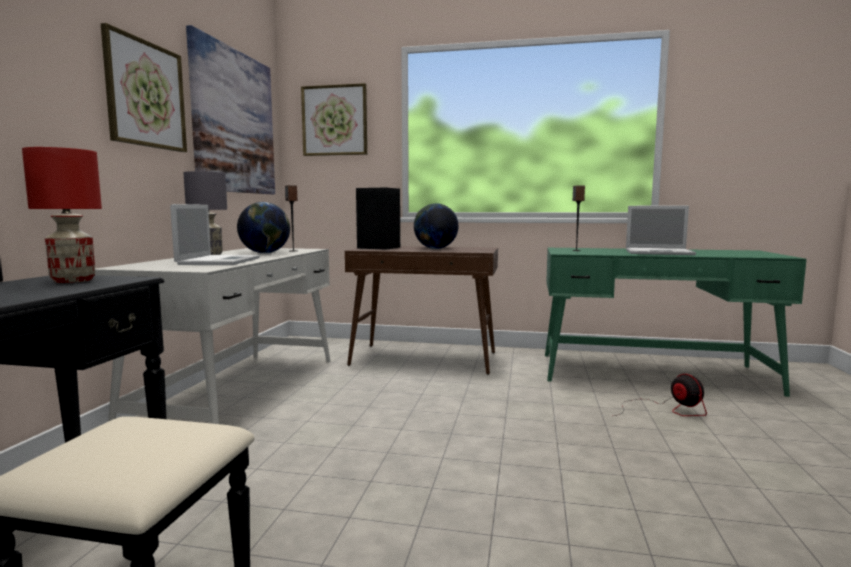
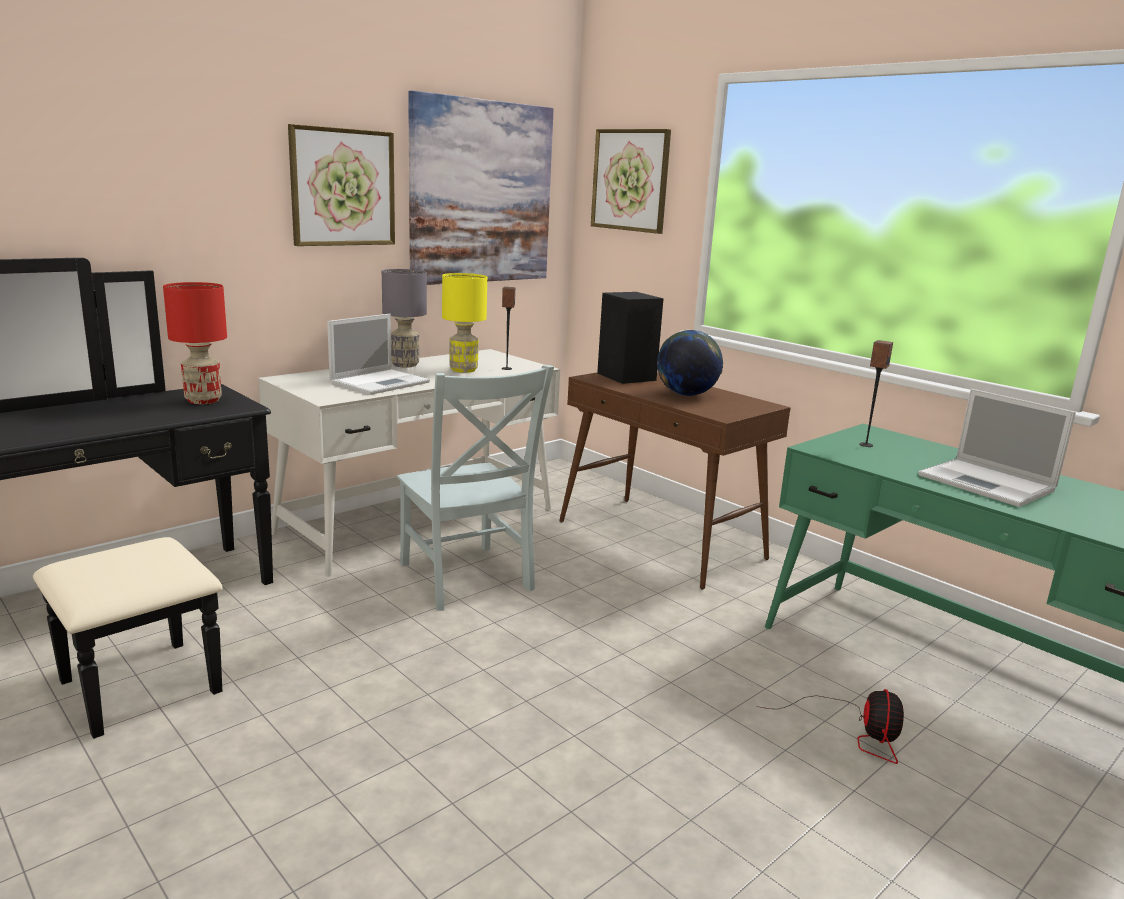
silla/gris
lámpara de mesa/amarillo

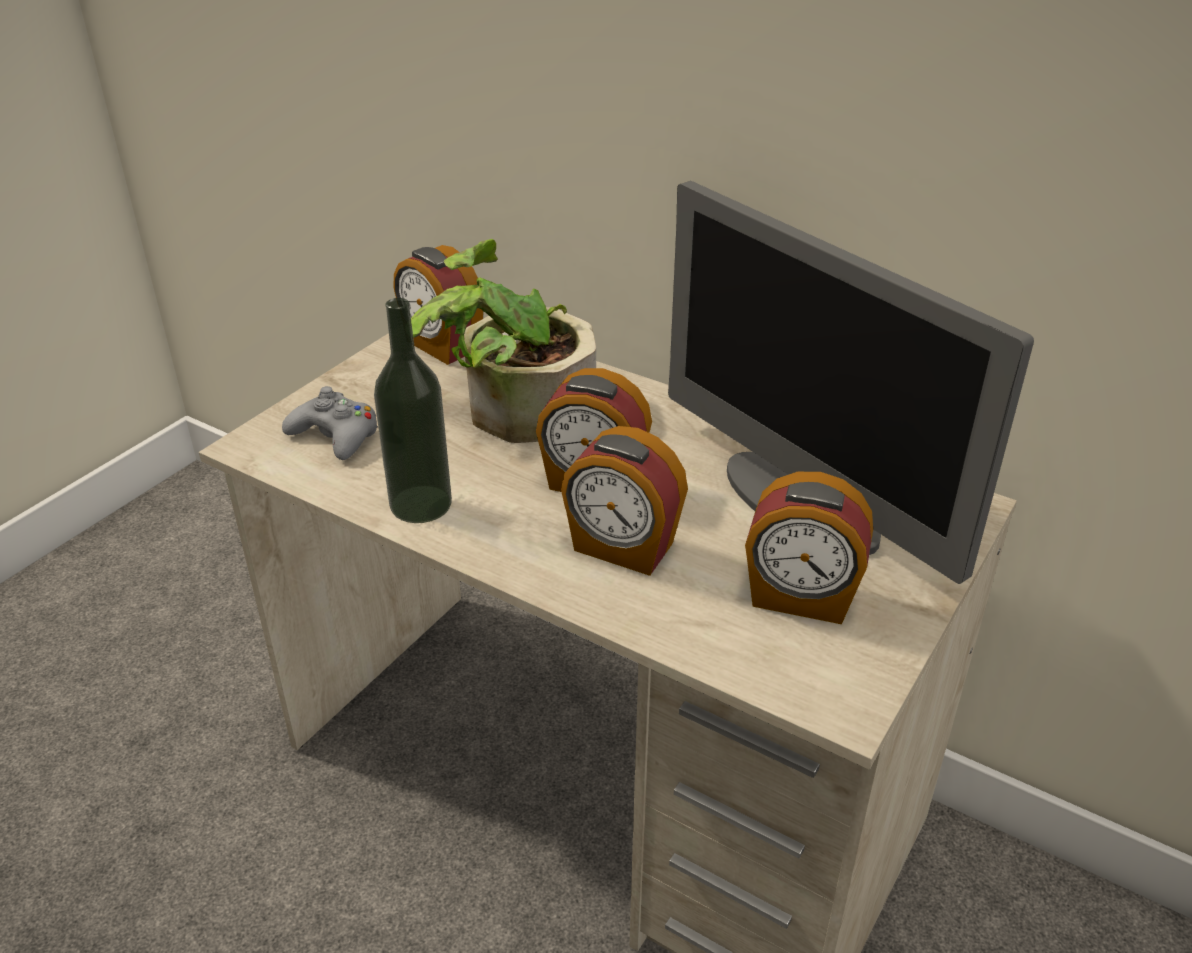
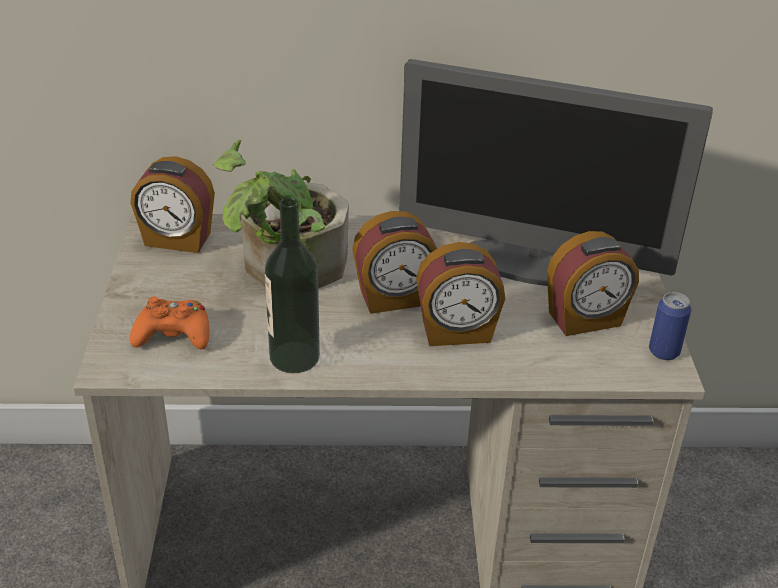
mando de consola/naranja
lata

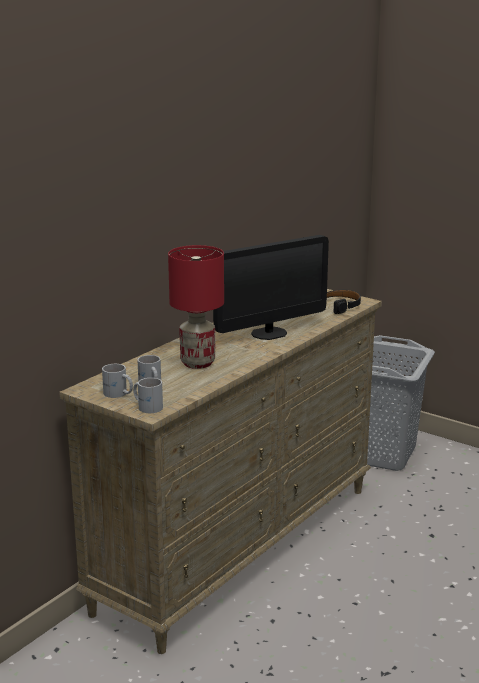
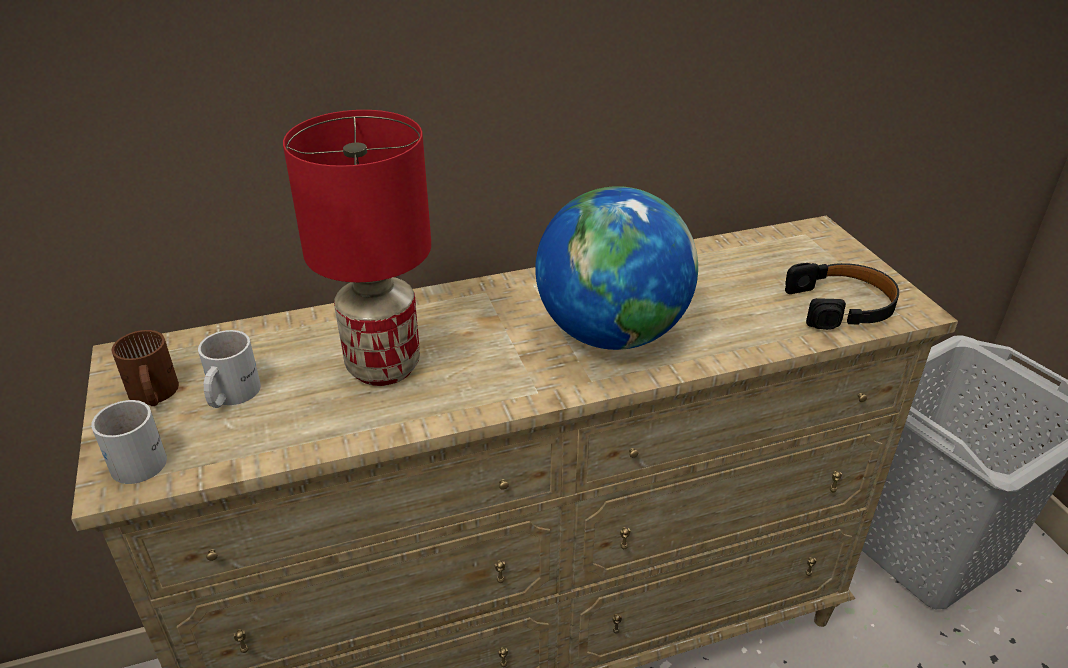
taza grande/marrón
globo terráqueo

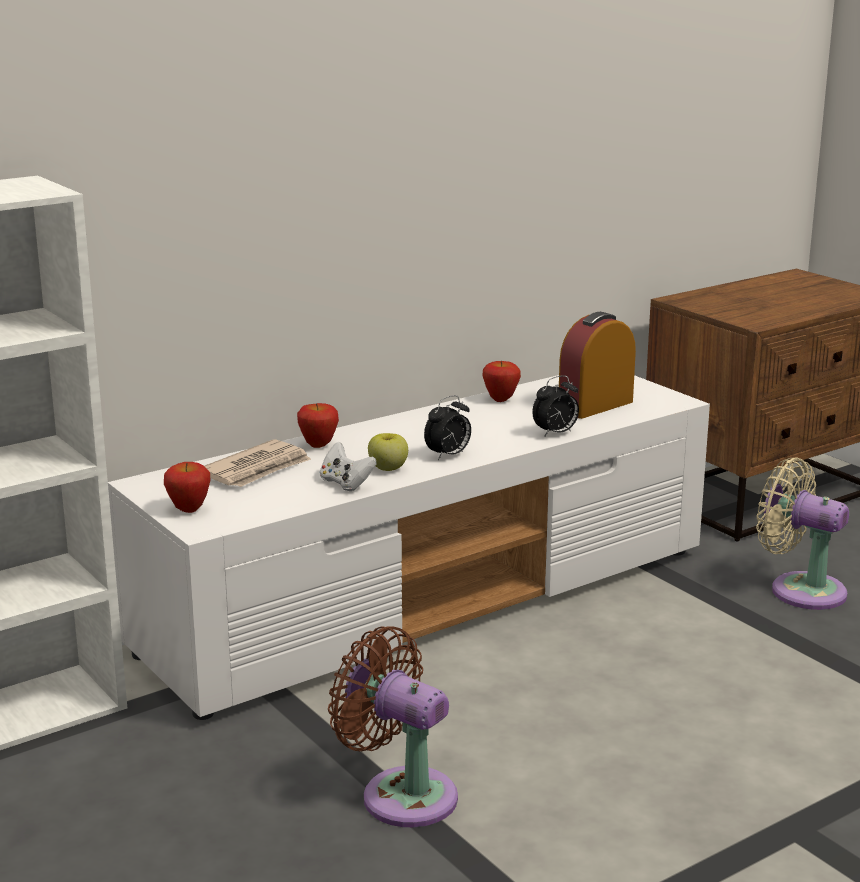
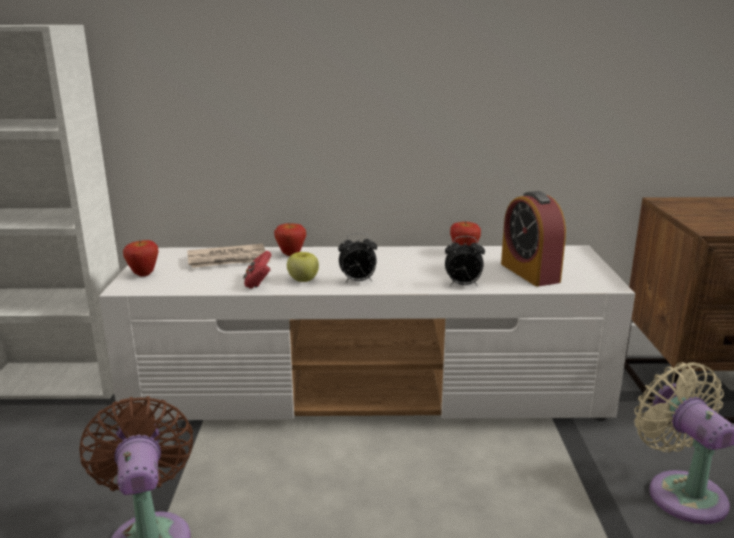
mando de consola/rojo
despertador (3rd from left)

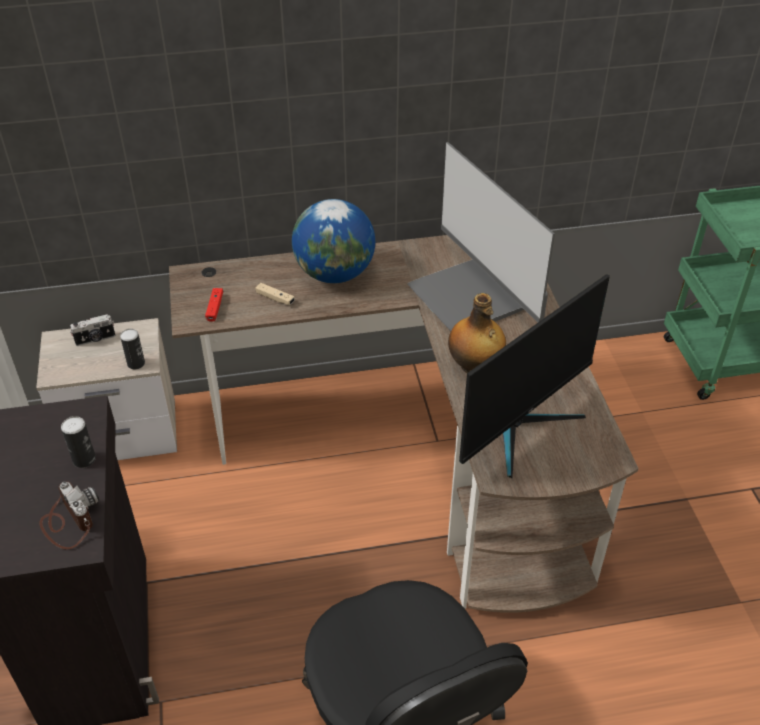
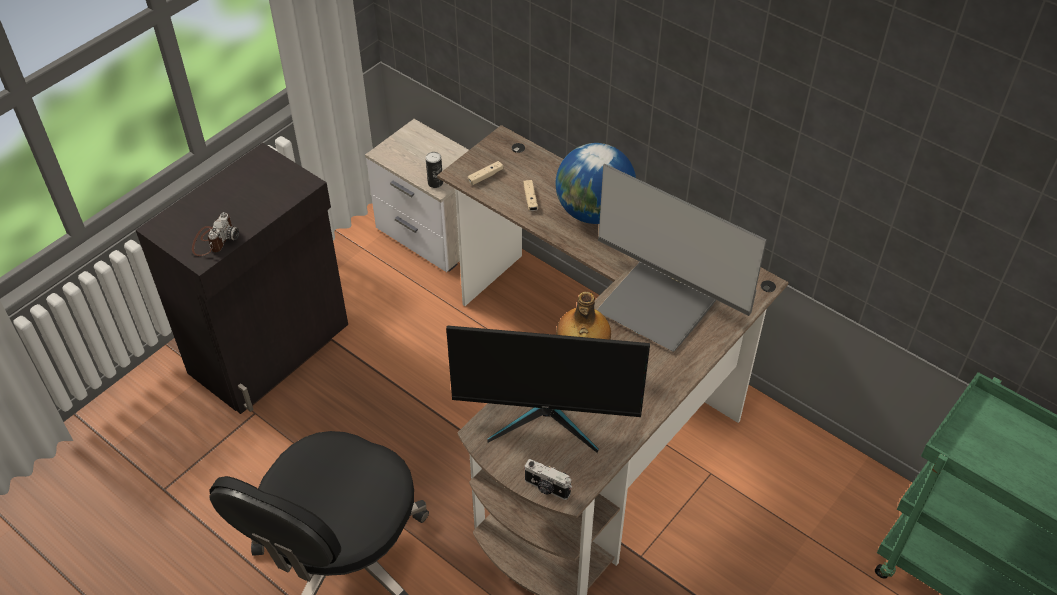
mando de consola/beis (1st from left)
cámara (2nd from left)
monitor (2nd from left)
lata (1st from left in the first image)

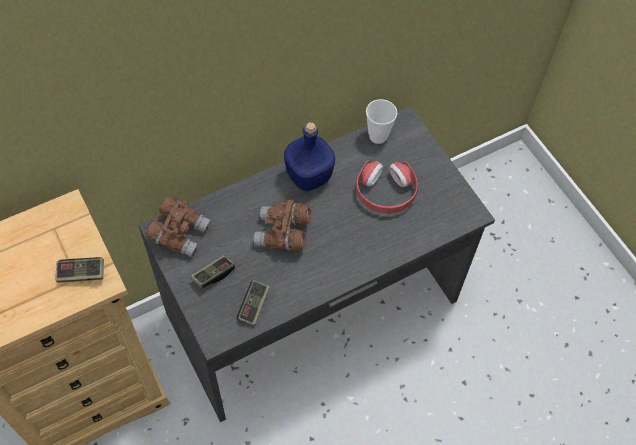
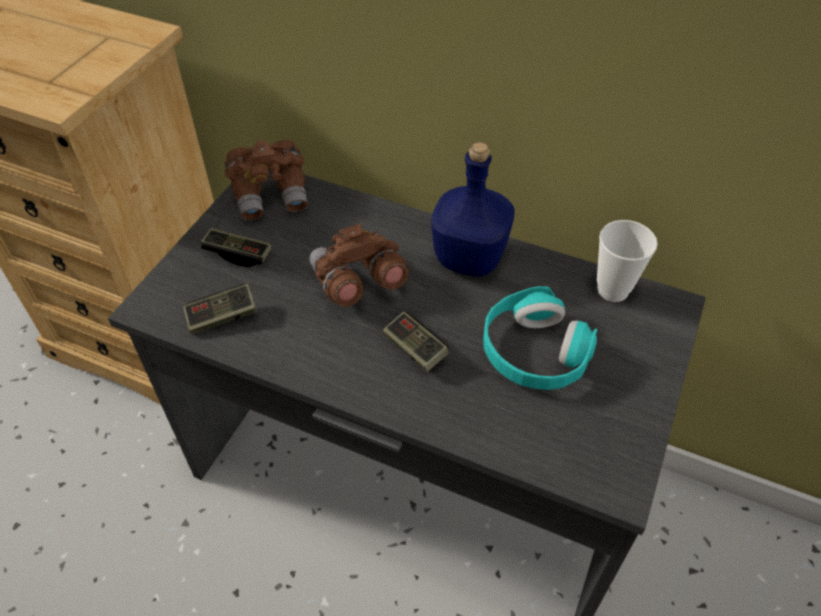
mando de consola (3rd from left)
auriculares/turquesa

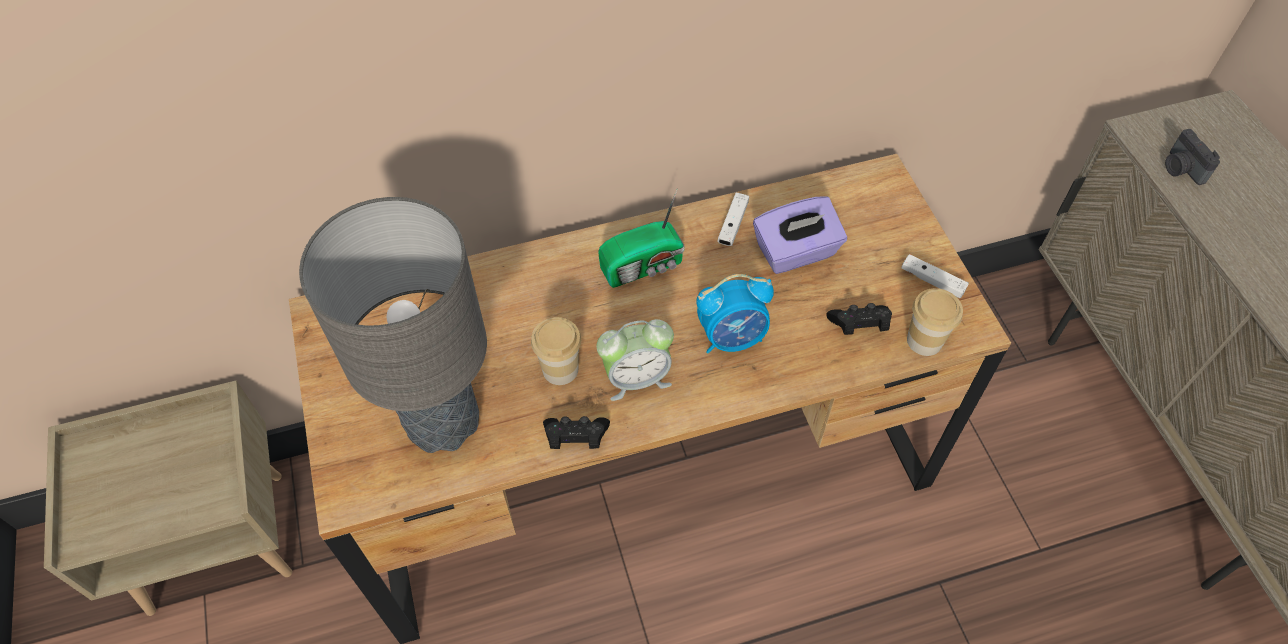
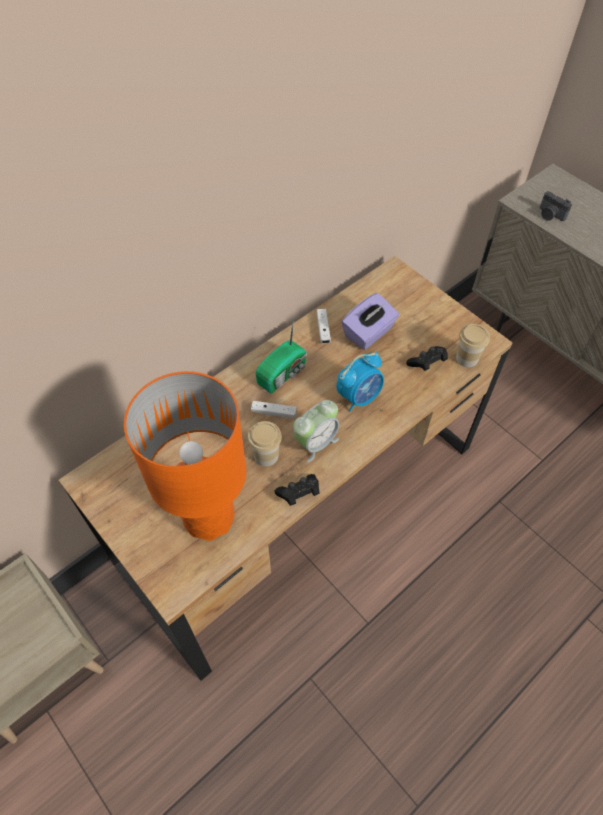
lámpara de mesa/naranja
mando de consola/blanco (1st from left)

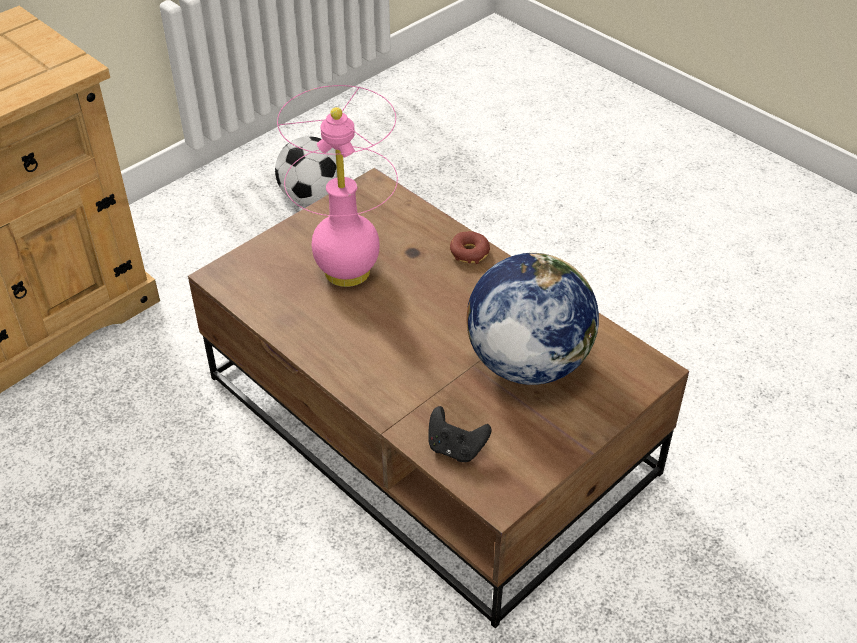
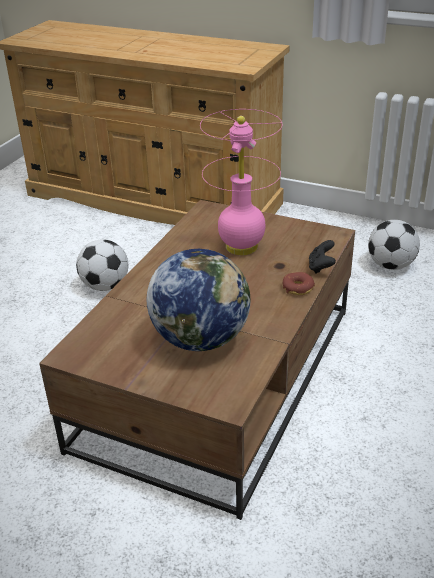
balón de fútbol (1st from left)
mando de consola/negro

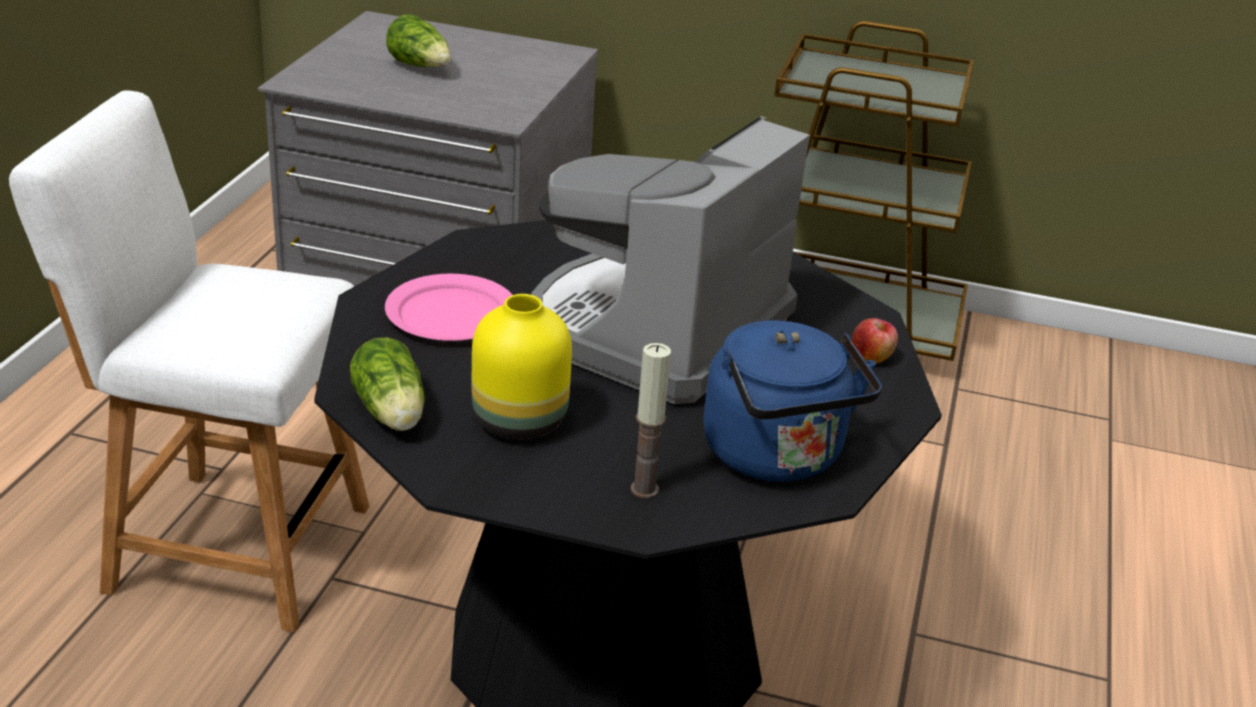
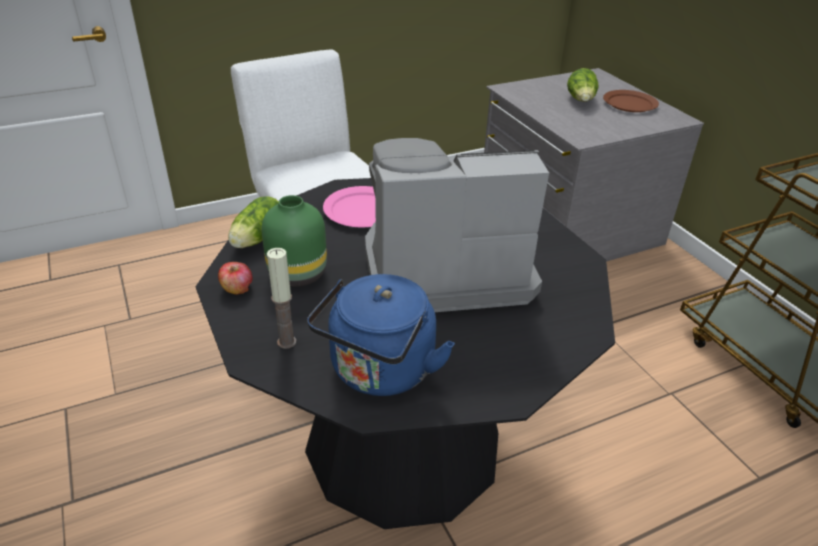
manzana
florero/verde
plato/marrón

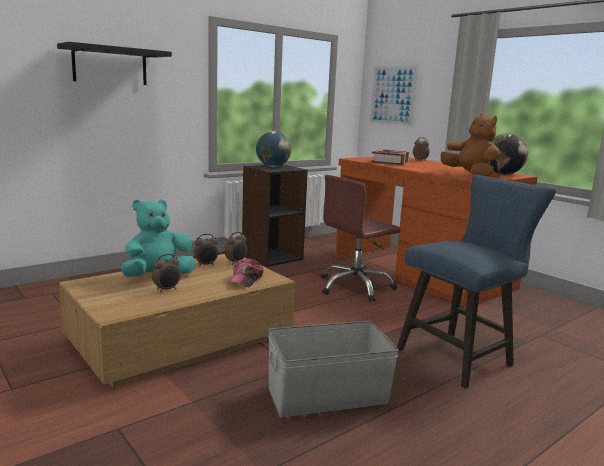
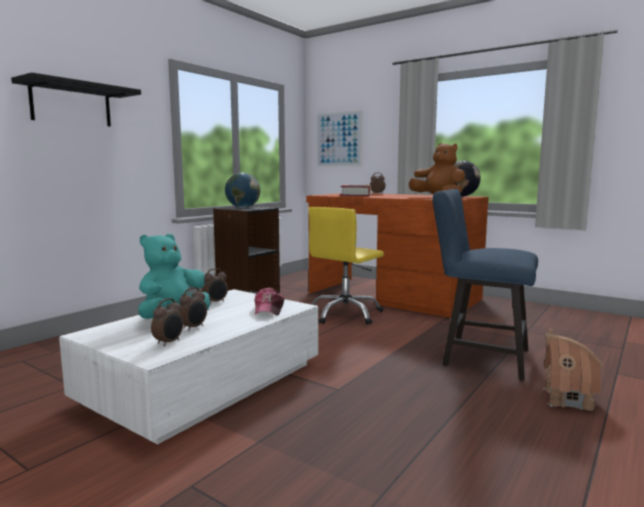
mesa de centro/blanco
despertador (1st from left)
silla de oficina/amarillo
silla/azul
casita
caja de almacenaje/gris

